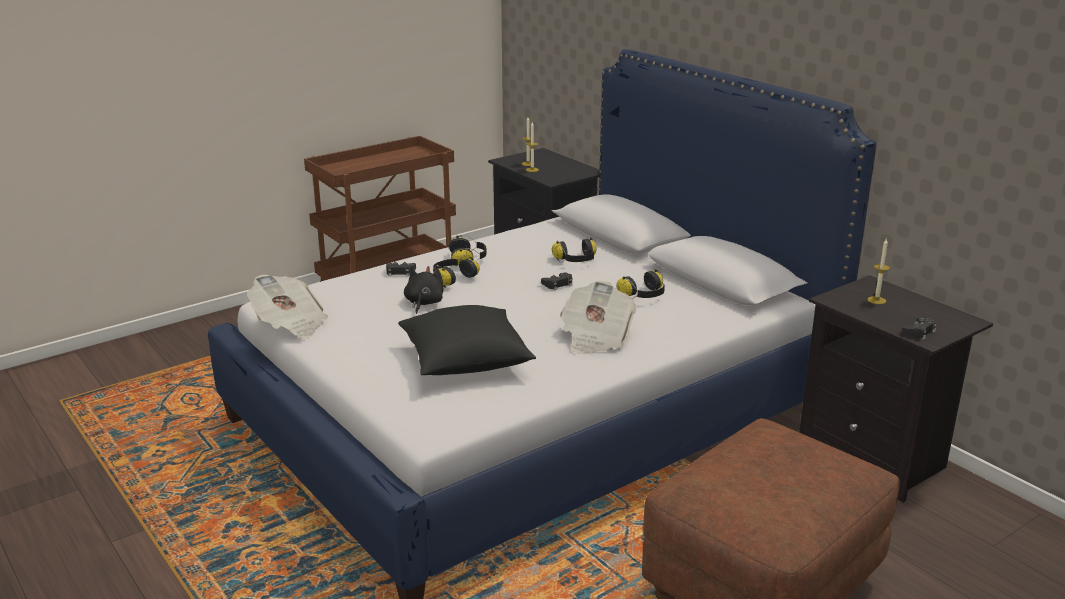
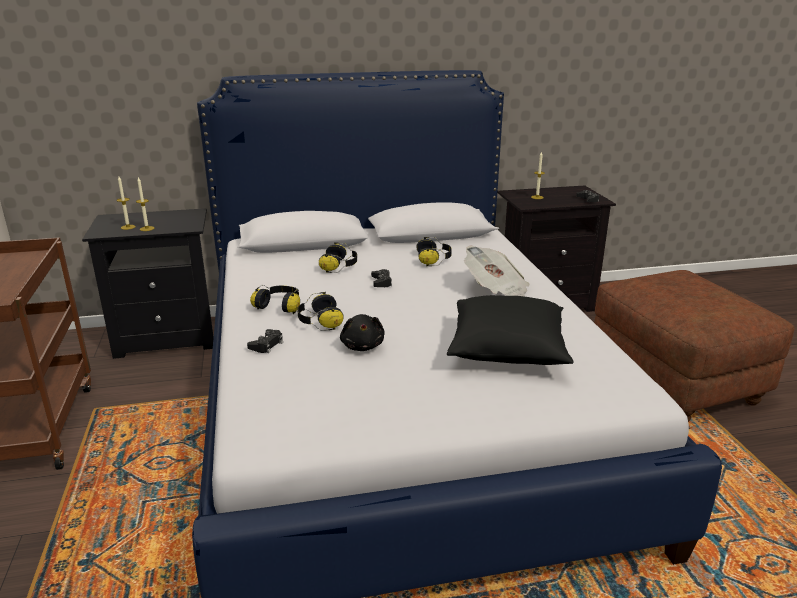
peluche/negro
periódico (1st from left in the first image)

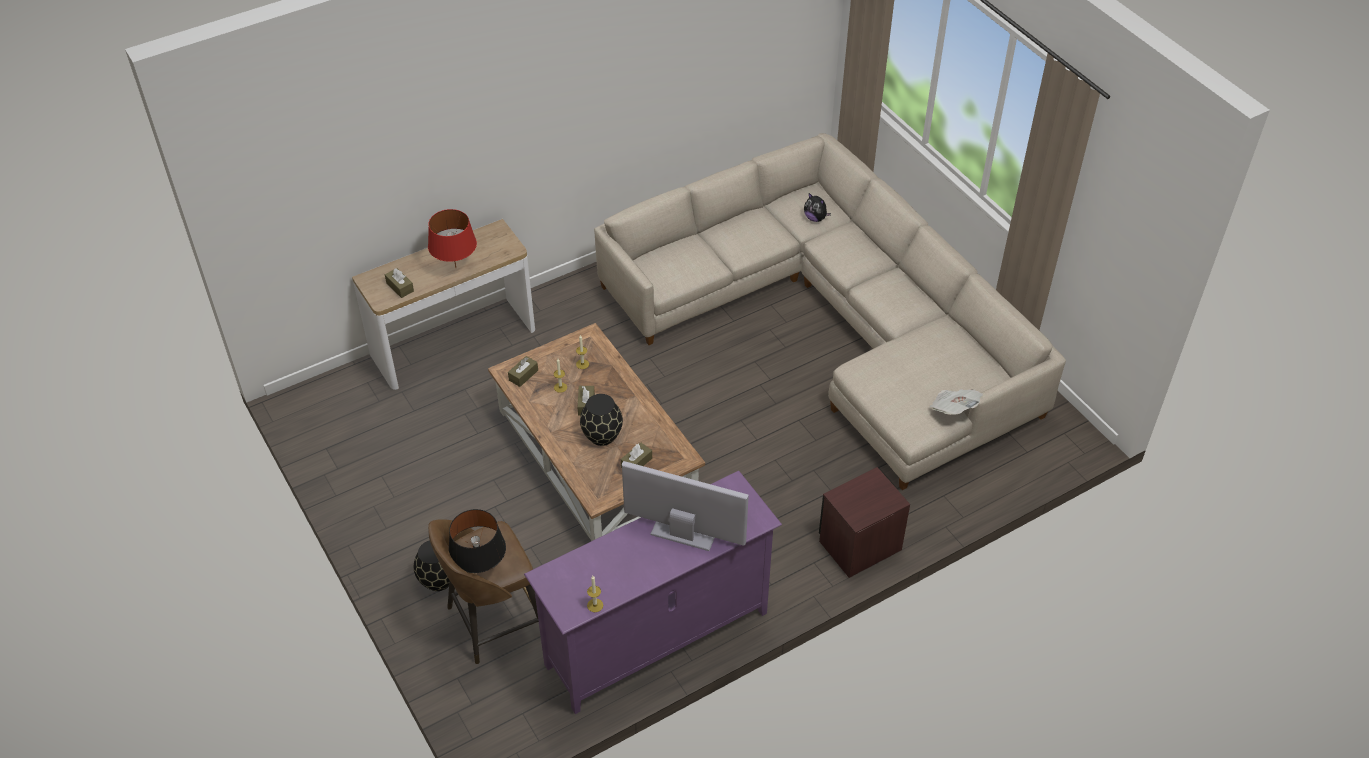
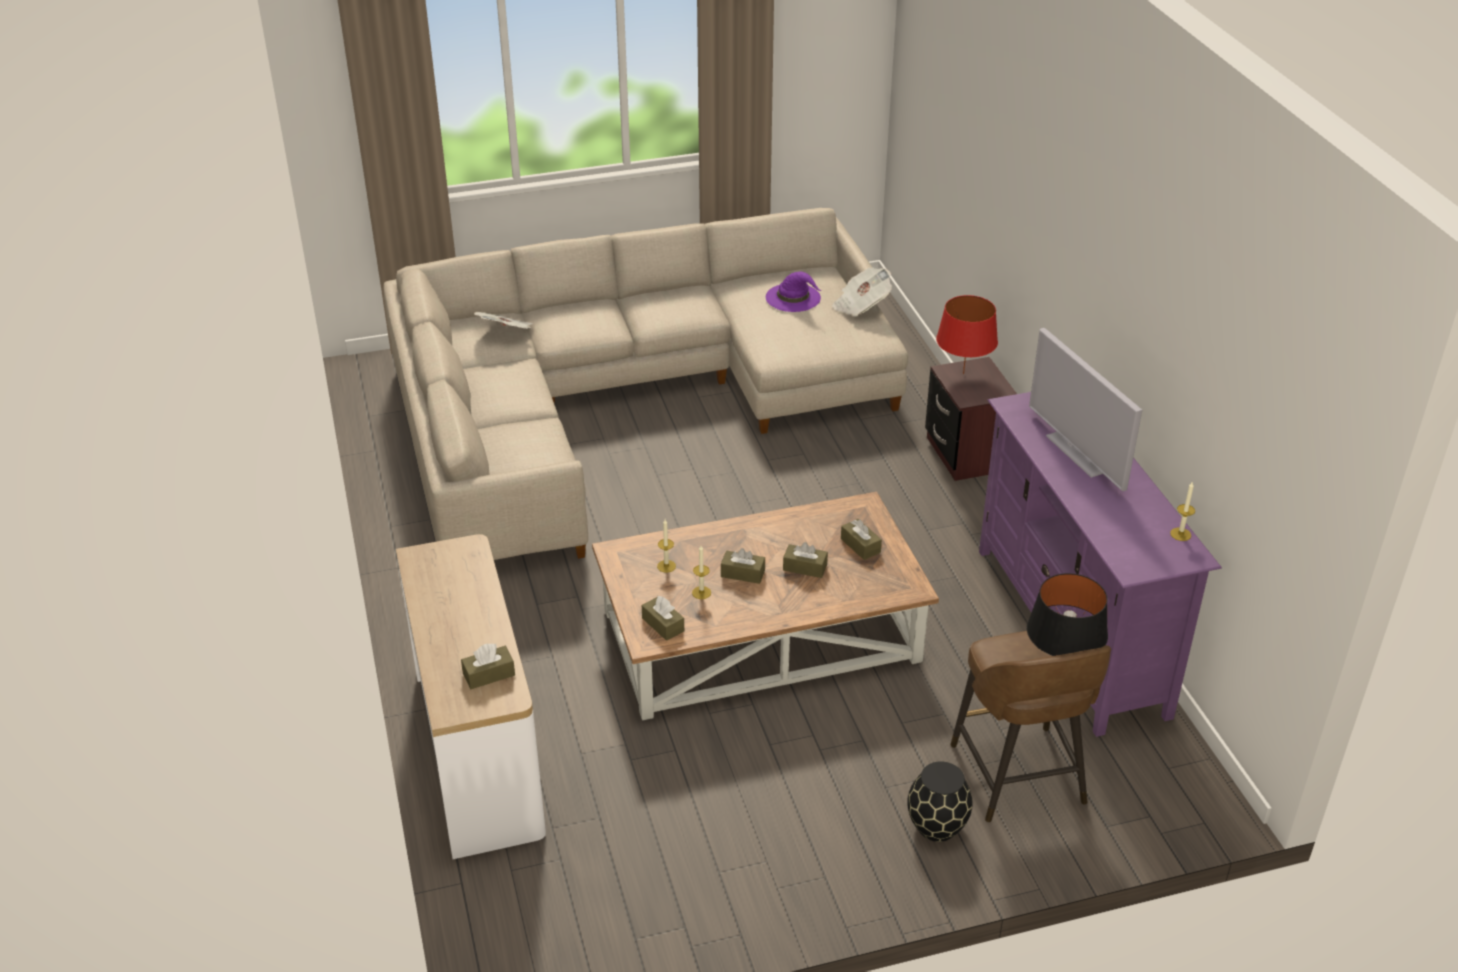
periódico (1st from left)
sombrero/morado
caja de pañuelos/marrón (4th from left)
lámpara de mesa/rojo
televisor

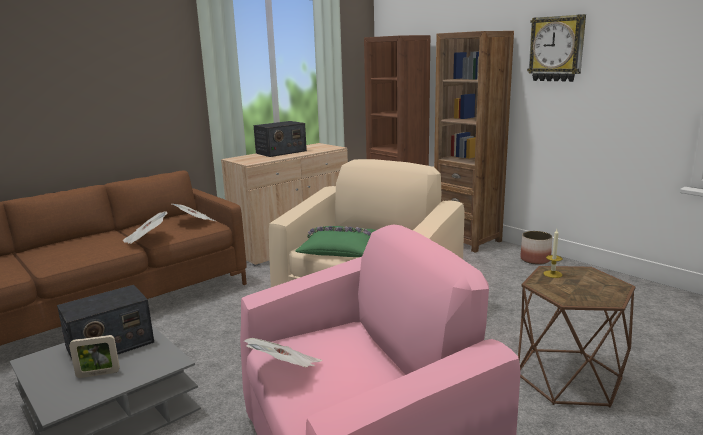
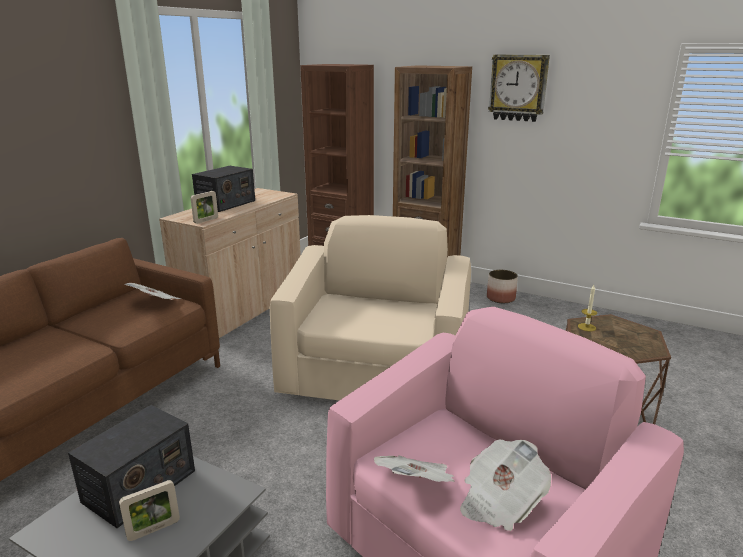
portarretratos (2nd from left)
periódico (3rd from left)
cojín/verde

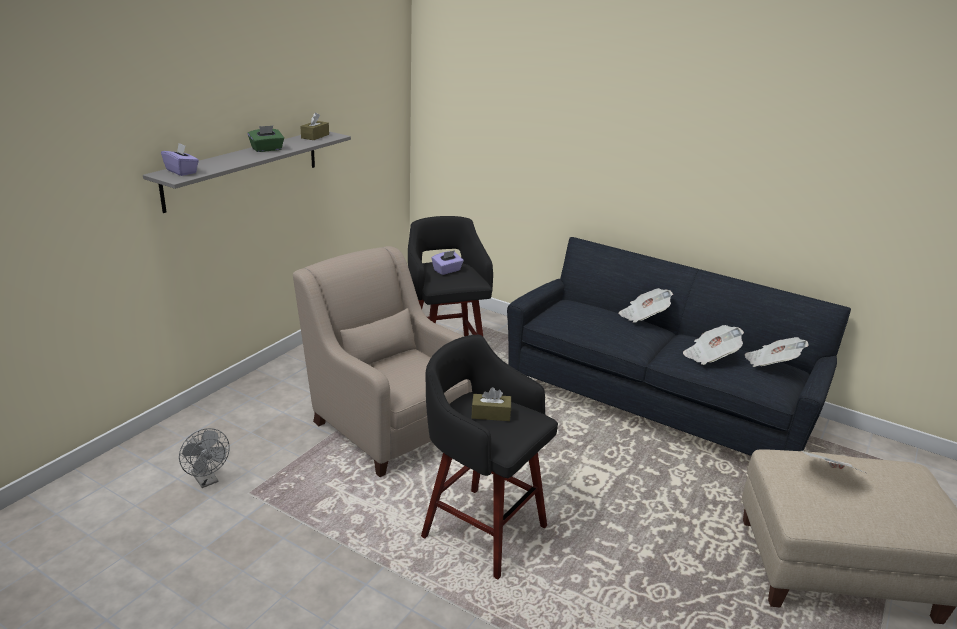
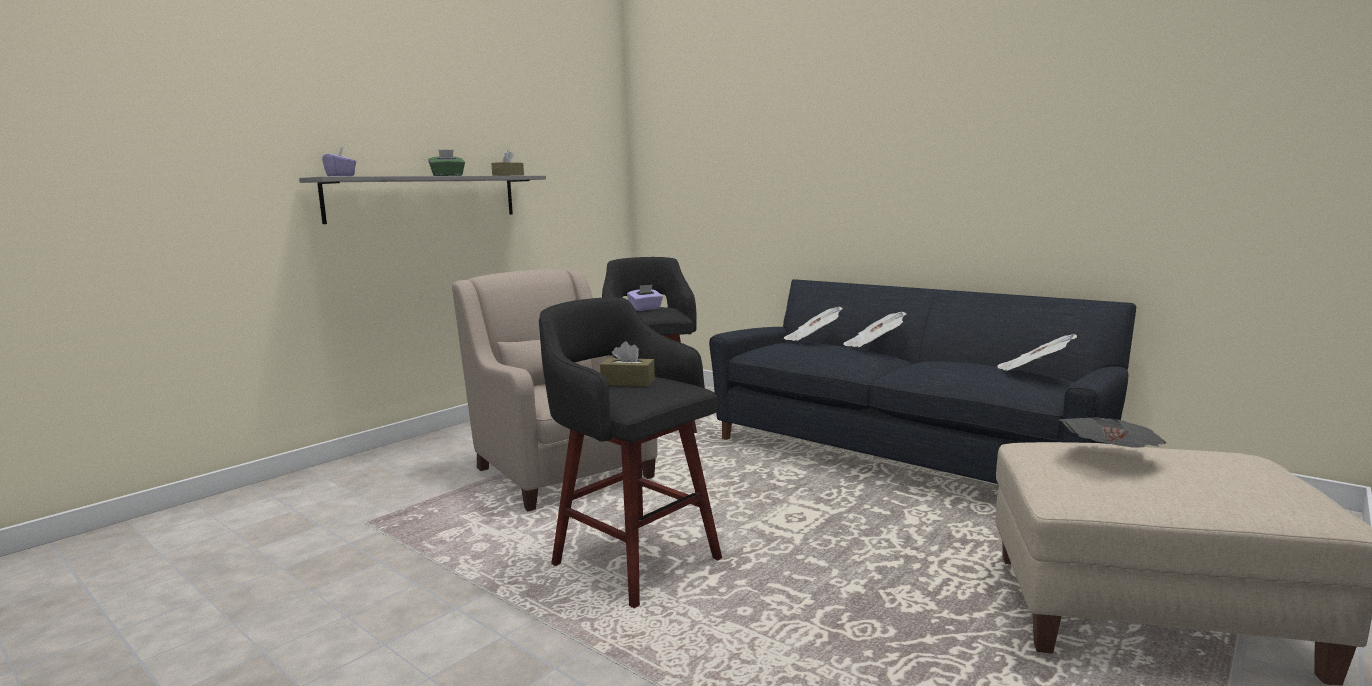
periódico (1st from left)
ventilador/gris

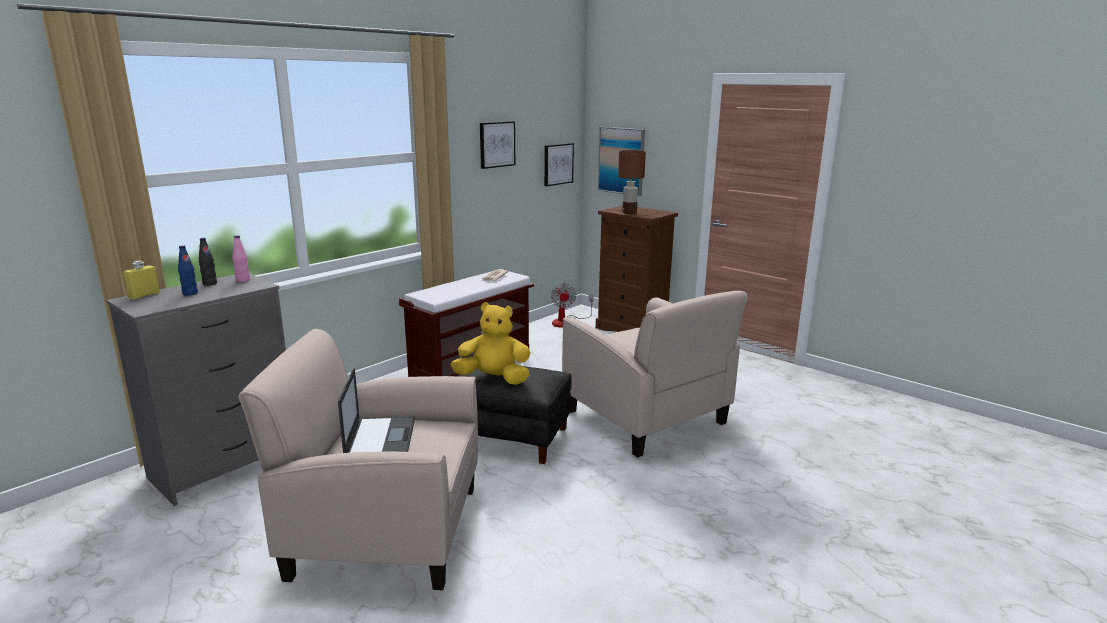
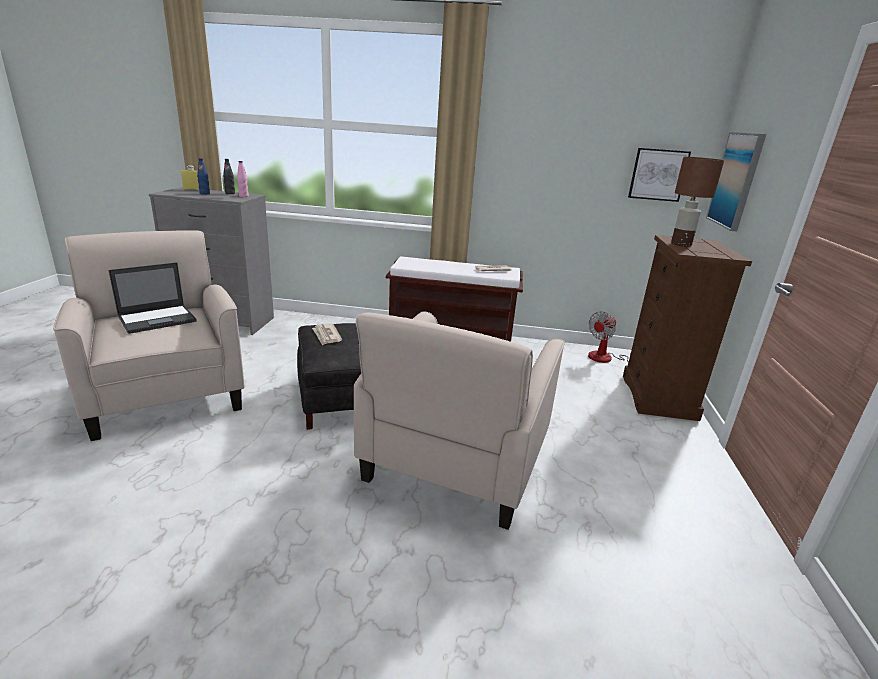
periódico (1st from left)
cuadro (1st from left in the first image)

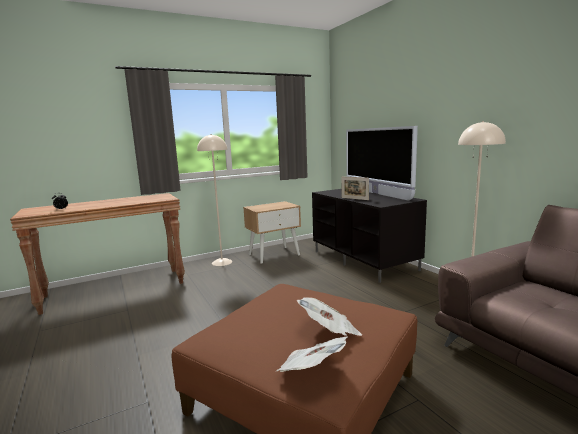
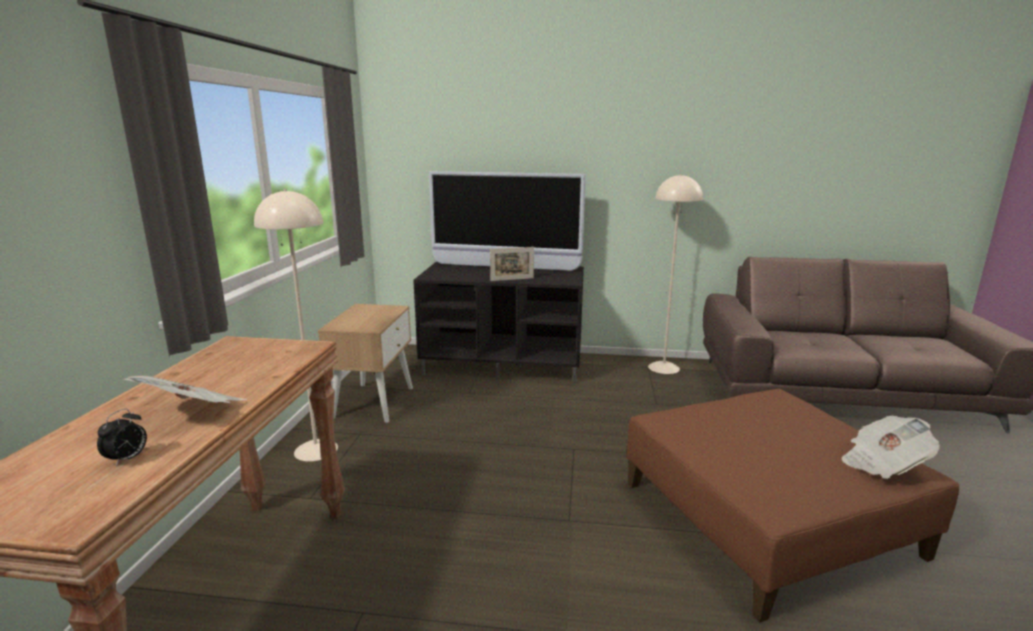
periódico (1st from left)

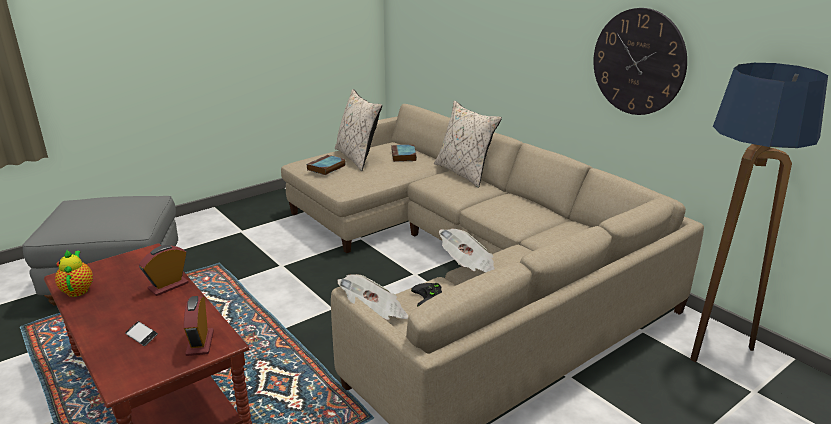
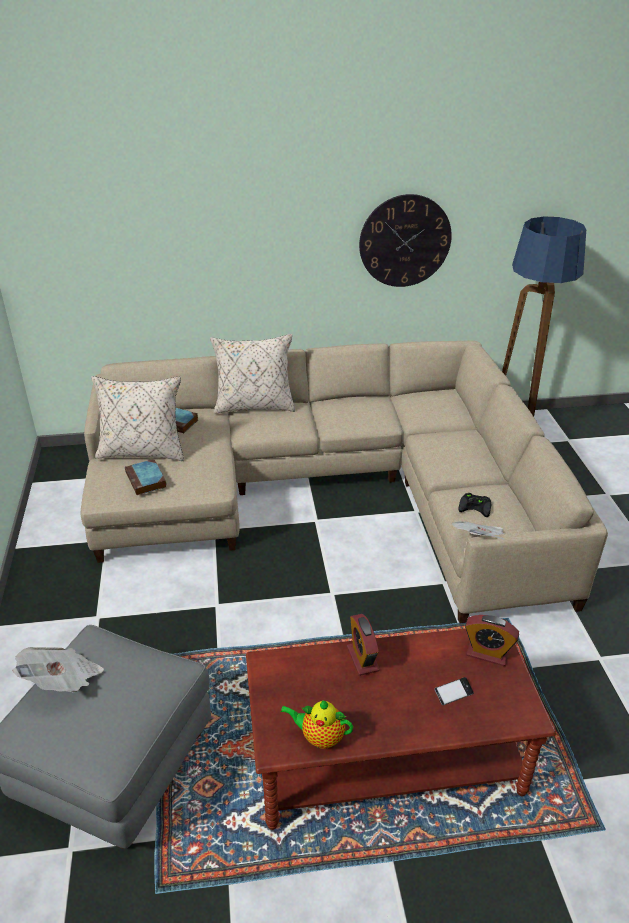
periódico (1st from left)

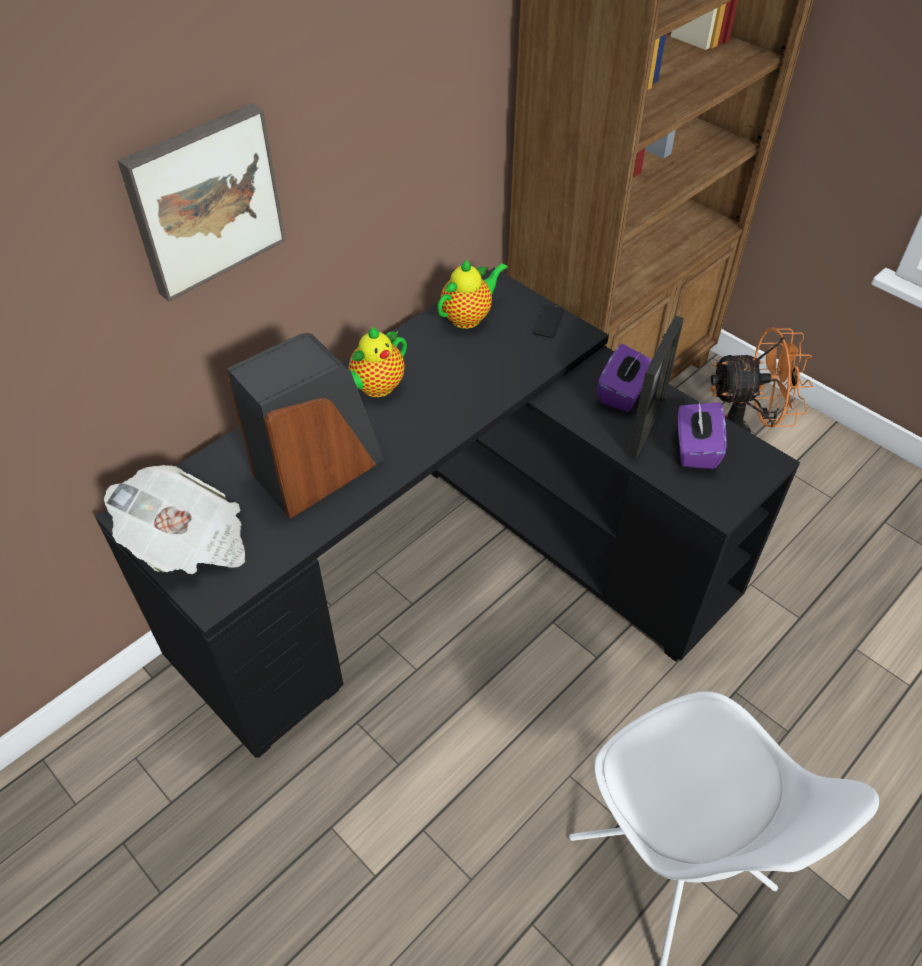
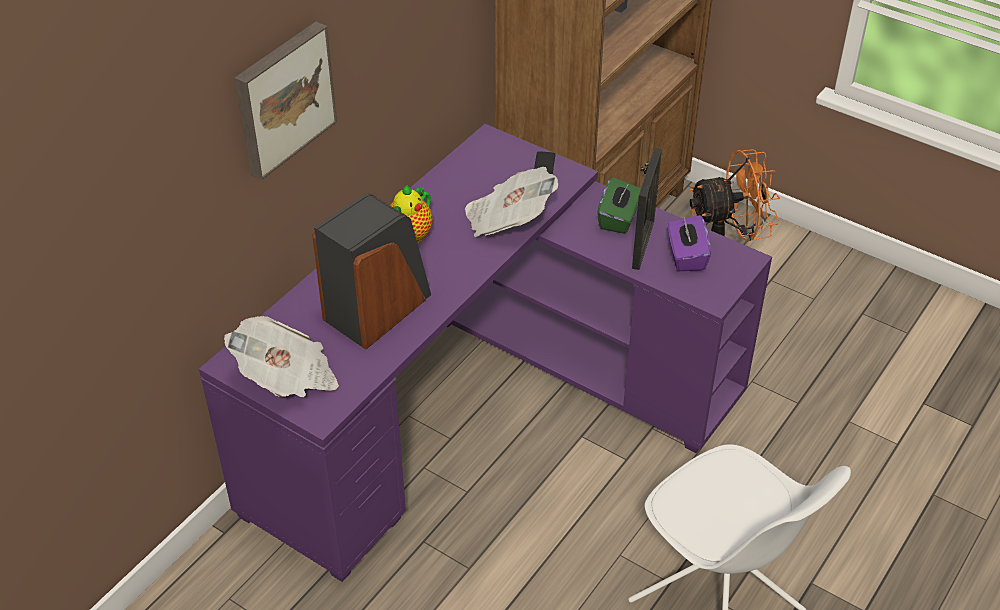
escritorio/morado
periódico (2nd from left)
caja de pañuelos/verde
tetera (2nd from left in the first image)

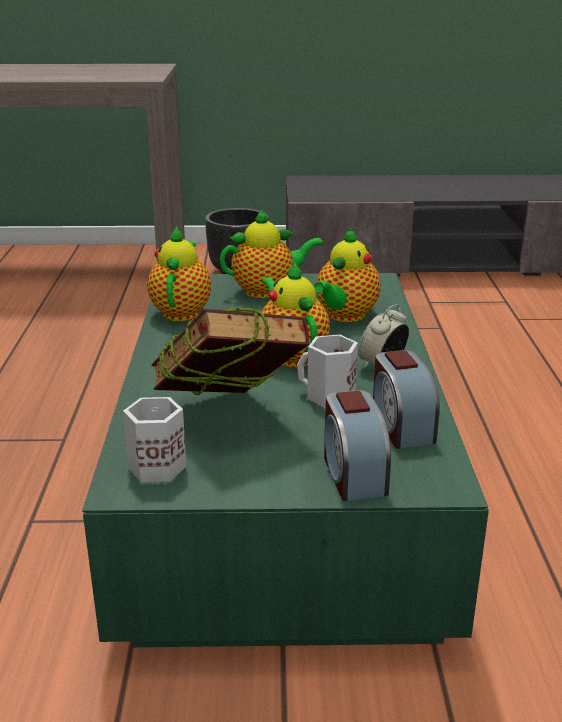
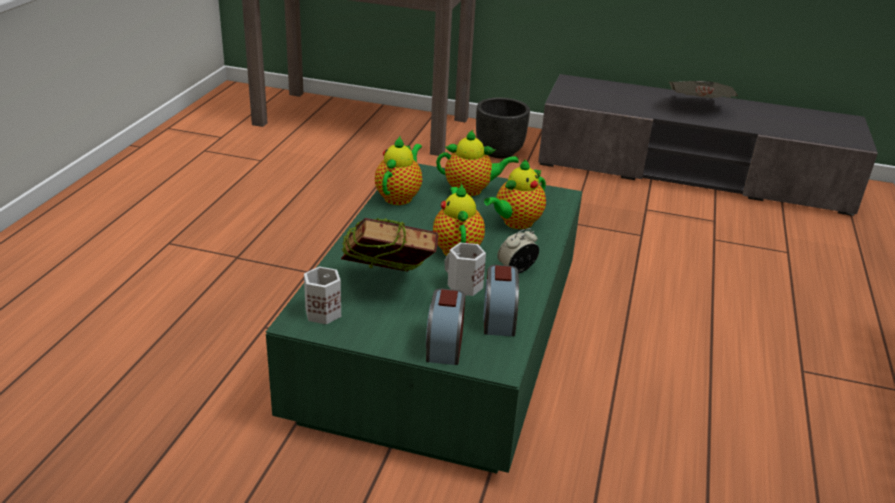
periódico

